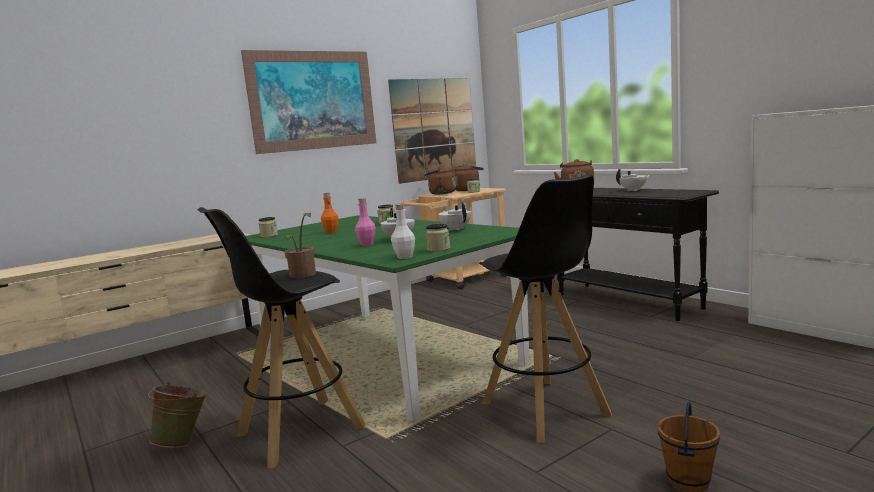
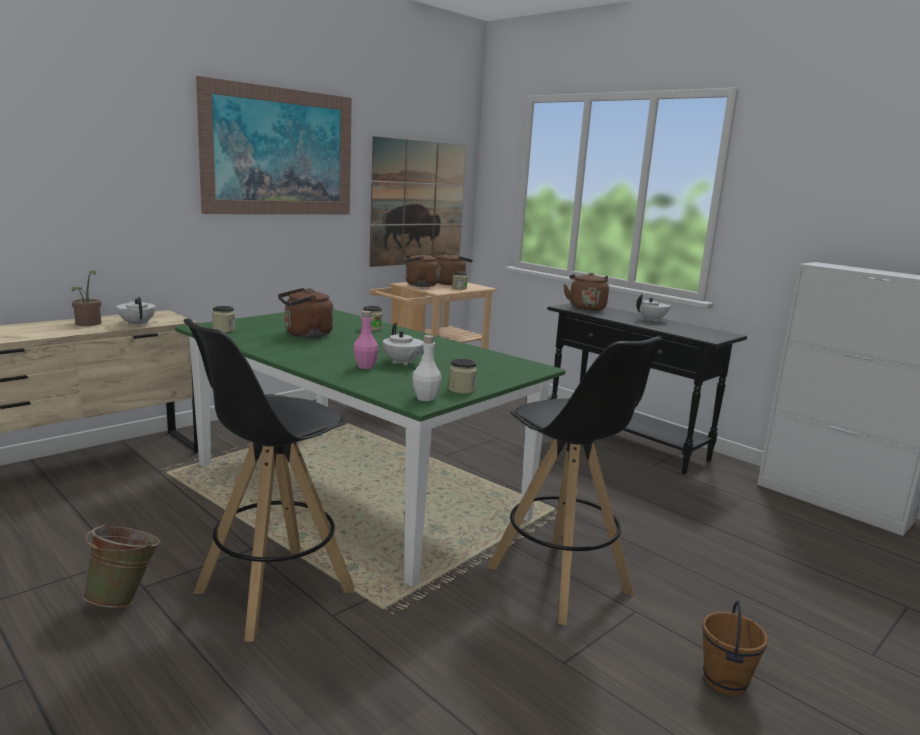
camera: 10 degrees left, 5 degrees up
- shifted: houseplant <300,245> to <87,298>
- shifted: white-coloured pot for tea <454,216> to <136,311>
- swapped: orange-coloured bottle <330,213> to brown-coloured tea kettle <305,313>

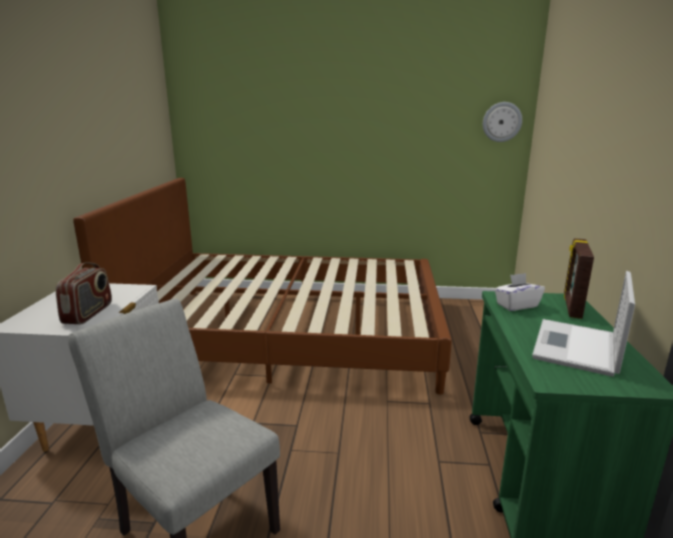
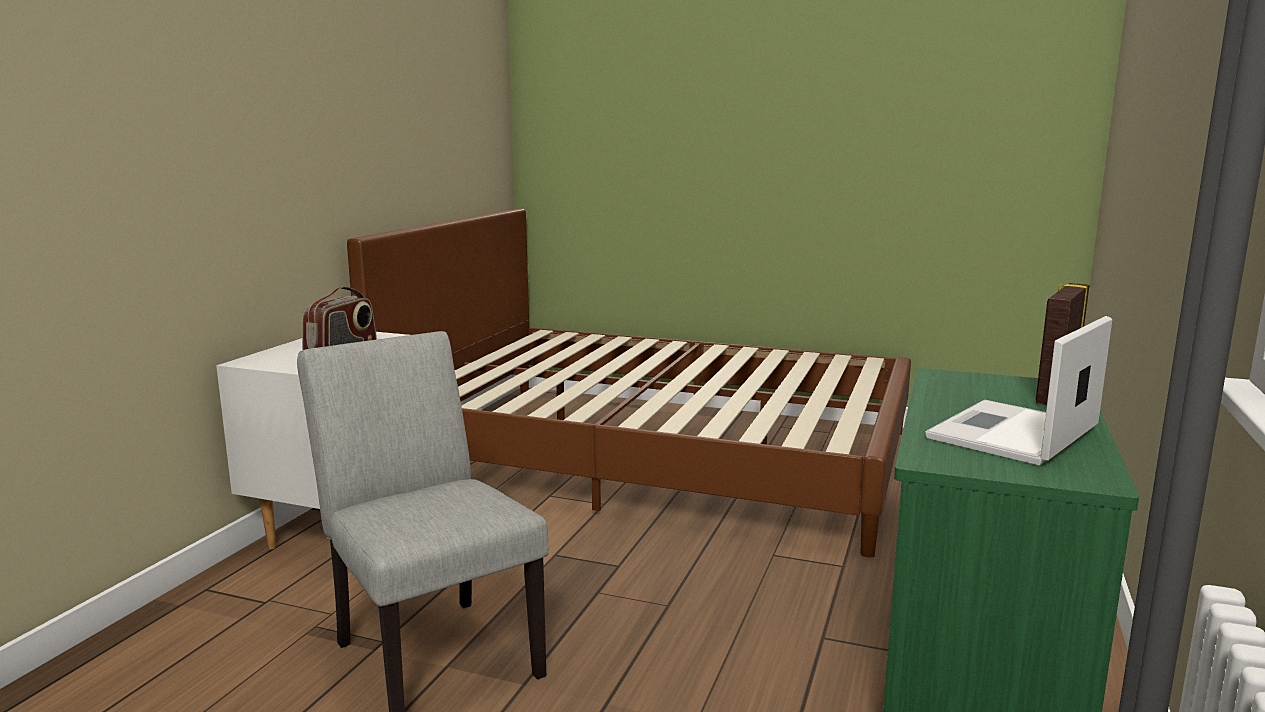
camera: 15 degrees right, 5 degrees down
- gone: clock on the wall <502,122>
- gone: white-coloured box of tissues <519,292>

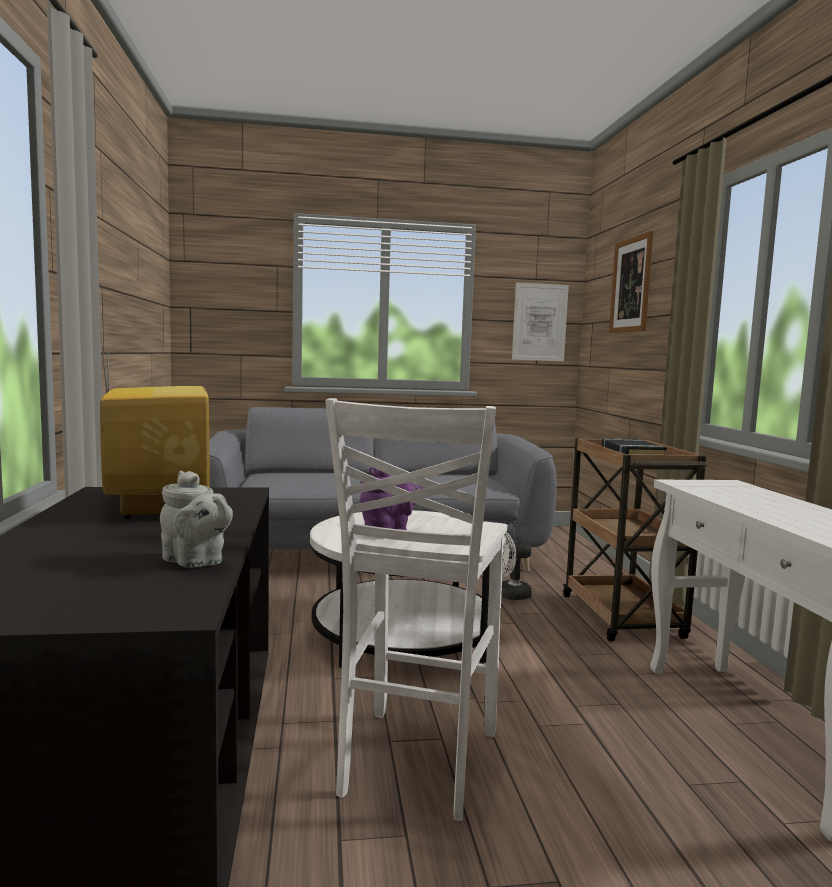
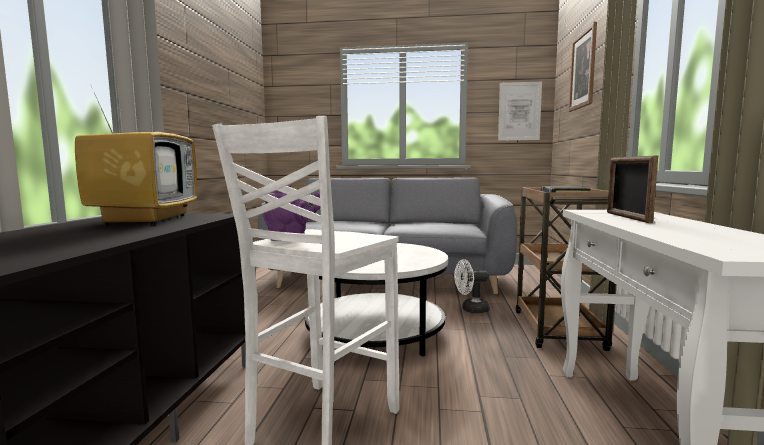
camera: 15 degrees right, 0 degrees up
- new: picture frame <632,189>
- gone: greyish pot for tea <196,519>

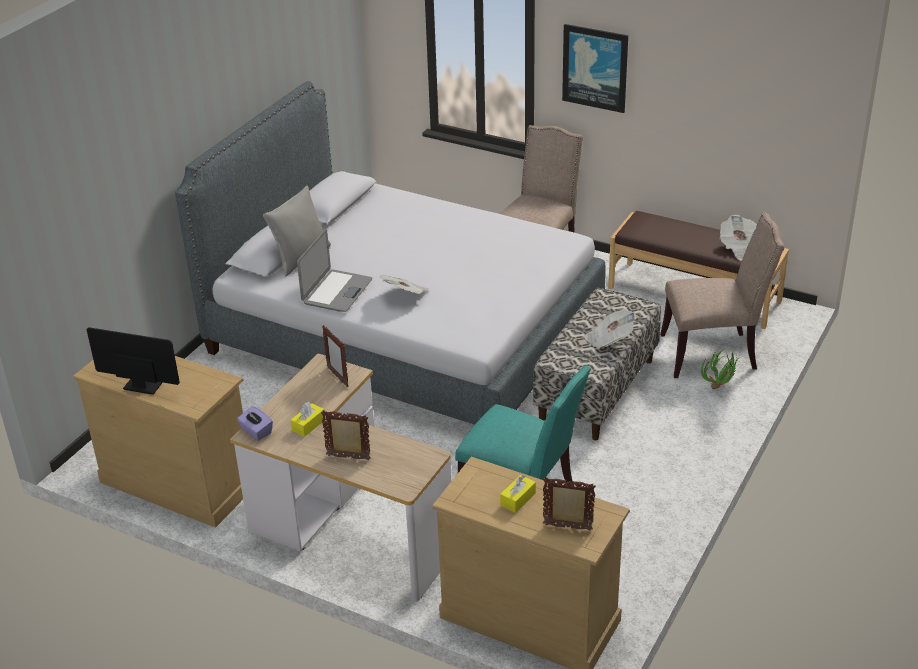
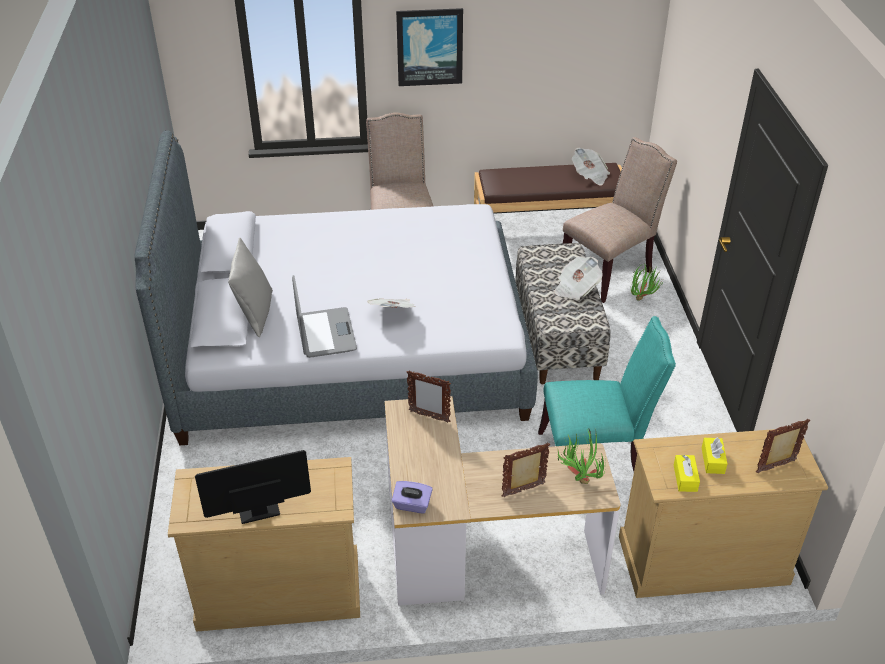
camera: 35 degrees left, 5 degrees up
- new: houseplant <581,456>
- shifted: yellowish box of tissues <307,419> to <687,473>

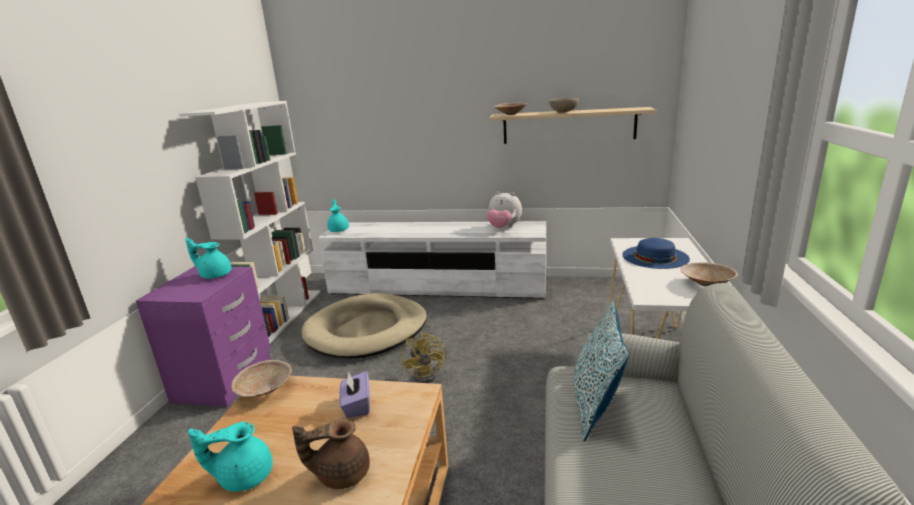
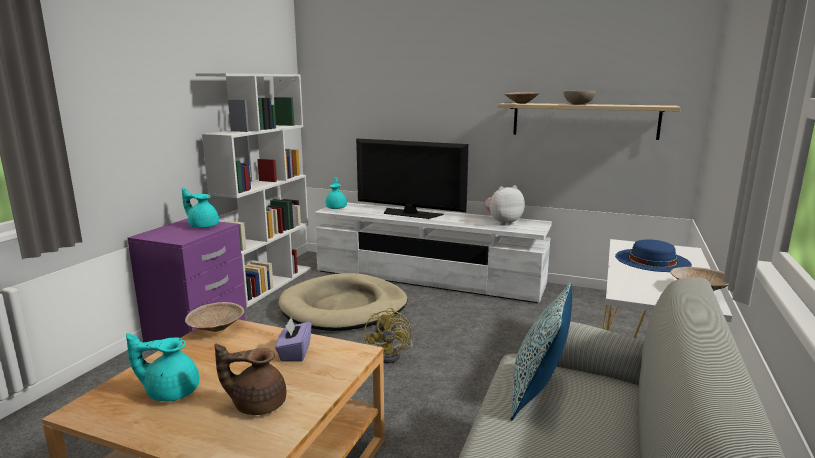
camera: 10 degrees right, 5 degrees down
- new: TV set <412,178>
- rotated: plush toy <504,209> = <505,205> 120 degrees clockwise

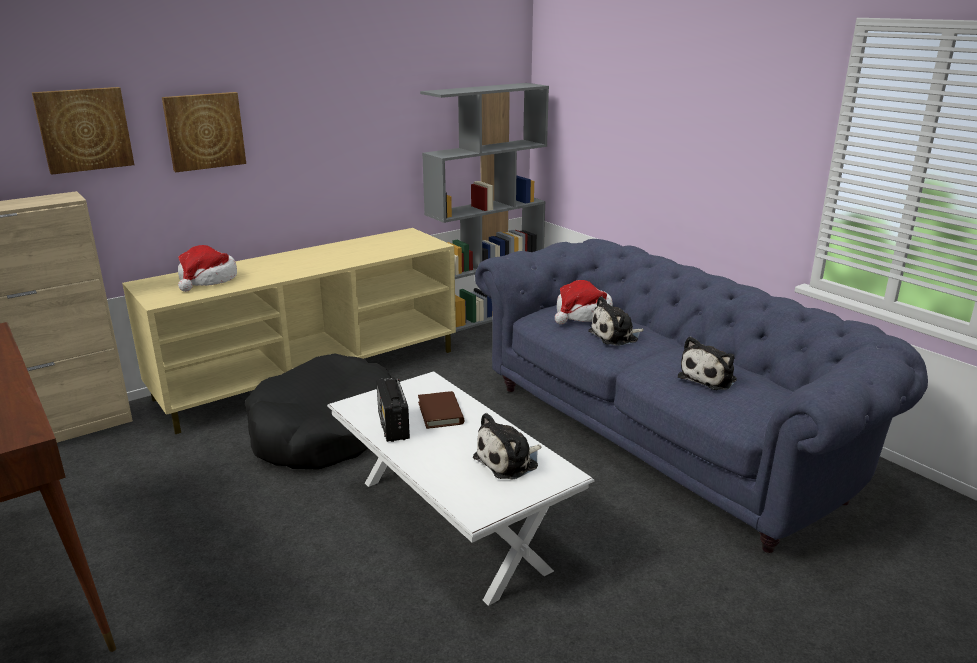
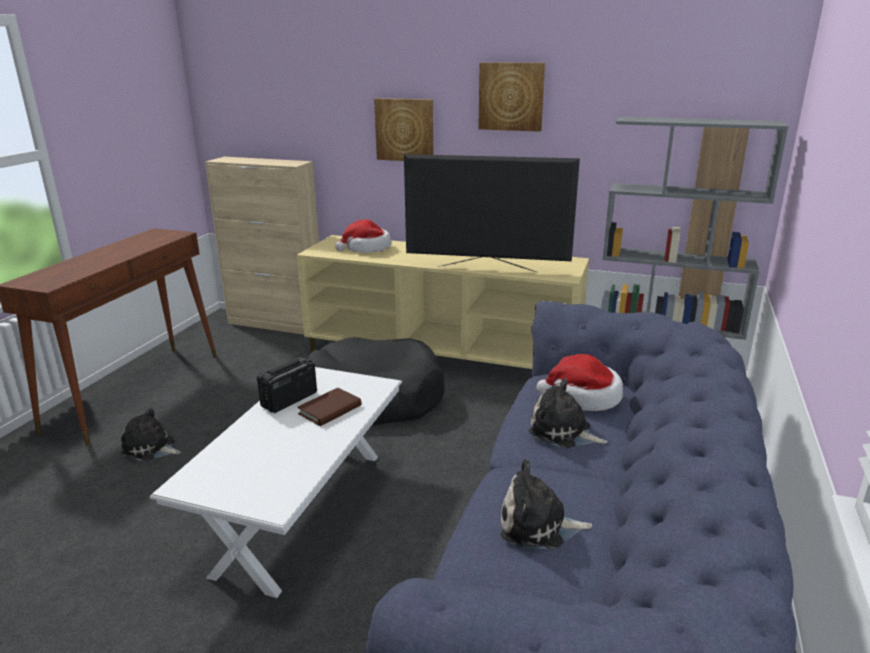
camera: 55 degrees right, 0 degrees up
- shifted: plush toy <507,446> to <151,434>
- new: TV set <492,213>
- shifted: wall picture <83,131> to <511,97>

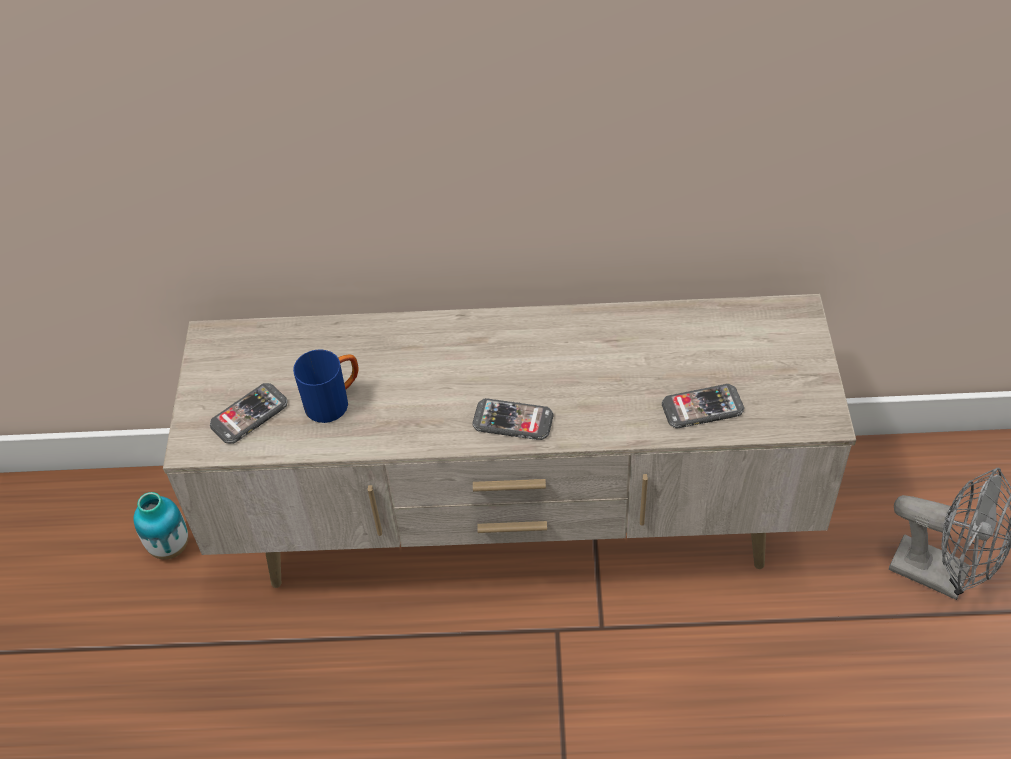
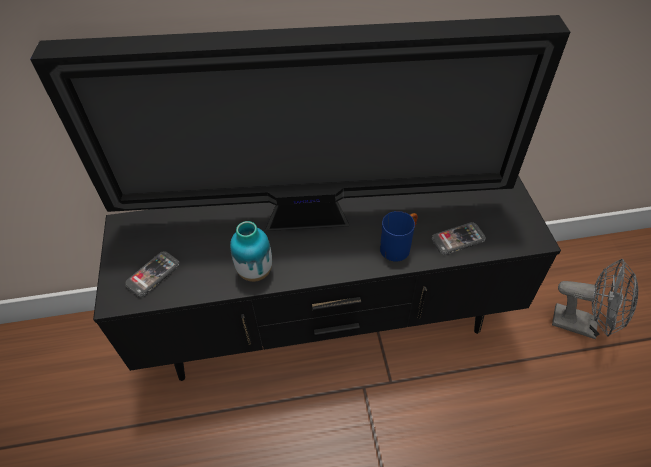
camera: 10 degrees left, 0 degrees up
- new: TV set <300,123>
- repainted: beige-coloured tv unit <509,441> to black tv unit <327,278>
- shifted: flower vase <160,526> to <251,251>
- shifted: blue-coloured coffee mug <326,386> to <398,236>
- gone: phone <512,419>

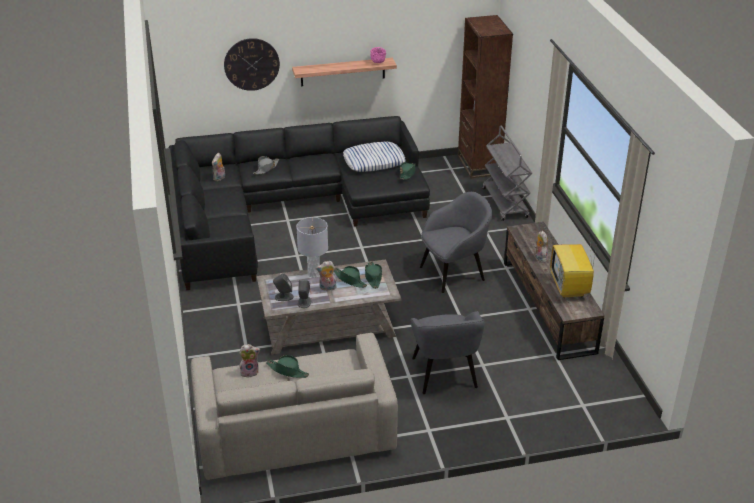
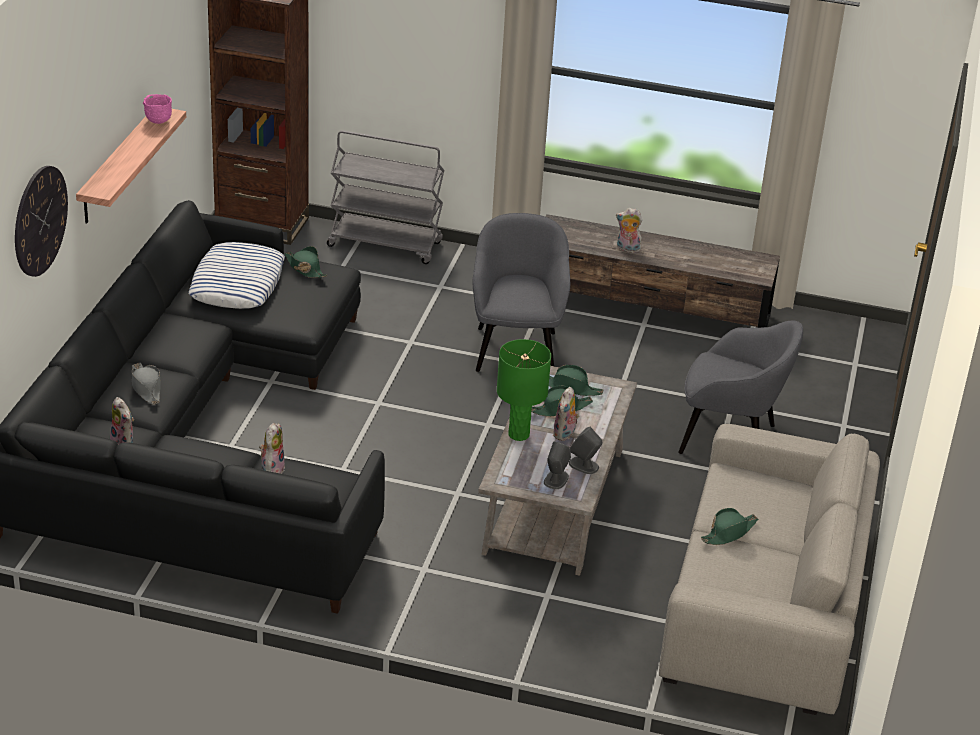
camera: 65 degrees left, 0 degrees up
- shifted: plush toy <249,361> to <272,448>
- repainted: greyish lamp for a table <312,247> to green lamp for a table <524,390>
- gone: TV set <573,271>

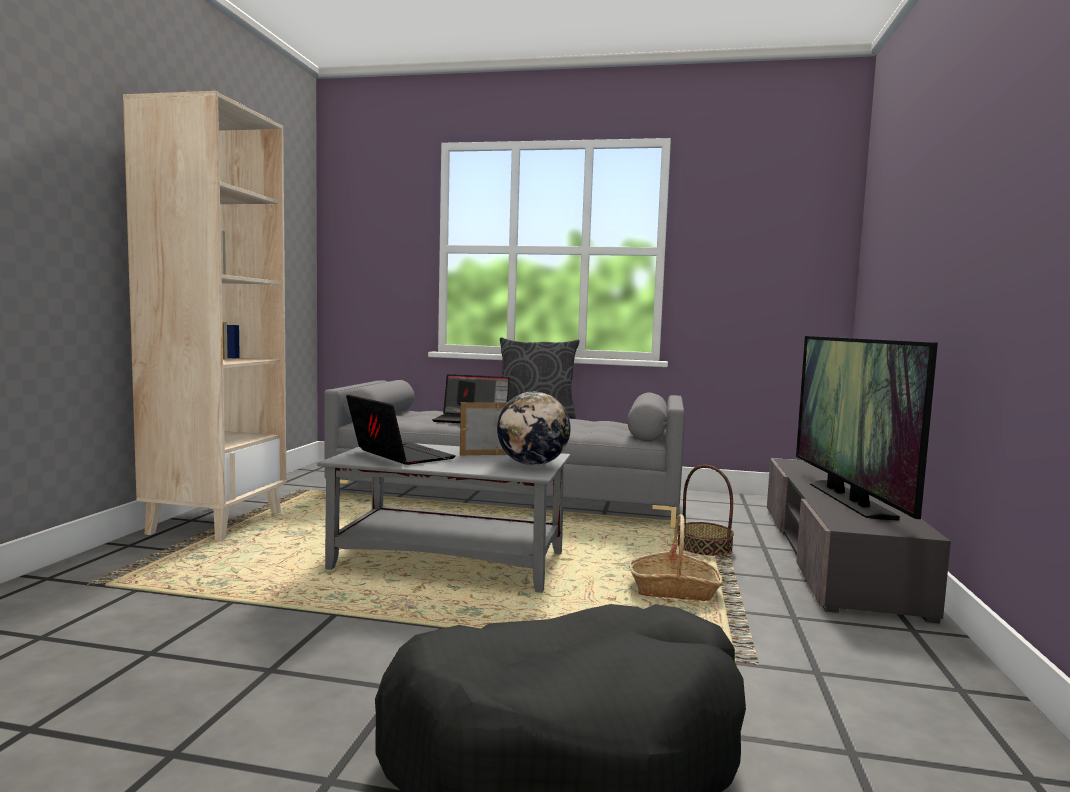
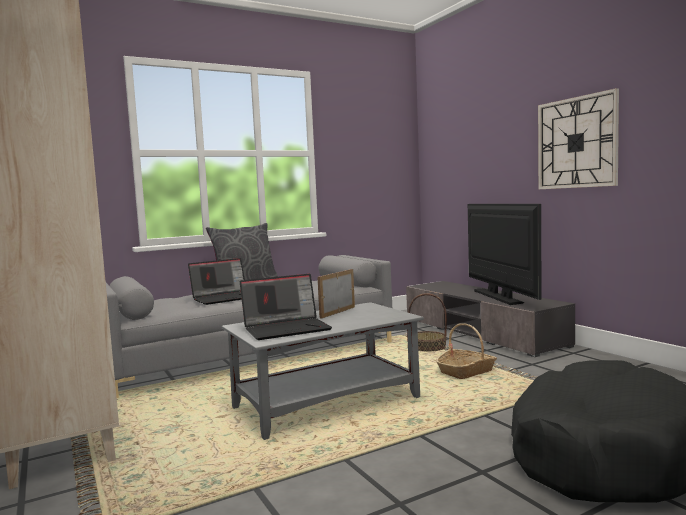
camera: 40 degrees left, 0 degrees up
- rotated: portable computer <401,429> = <286,307> 150 degrees clockwise
- rotated: TV set <867,428> = <505,254> 150 degrees counterclockwise
- new: clock on the wall <578,138>
- gone: desk globe <534,428>

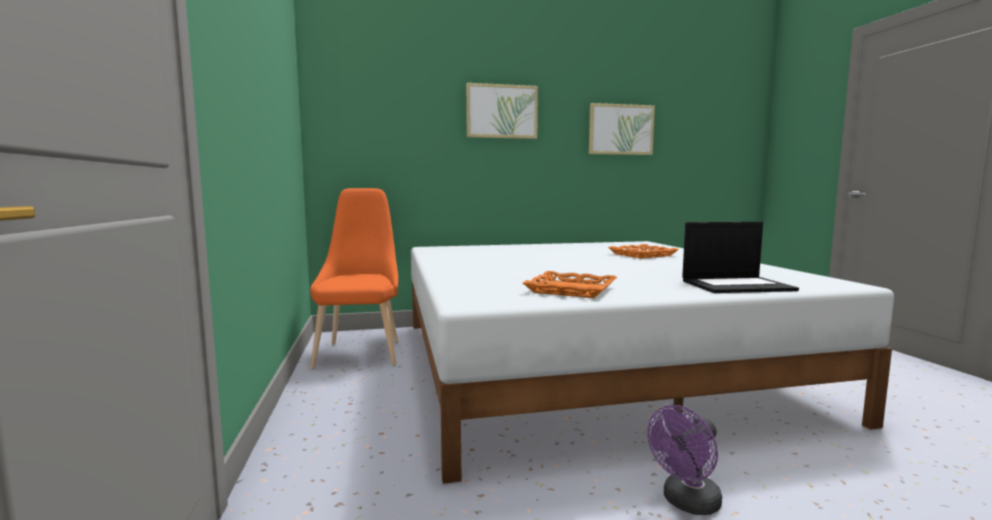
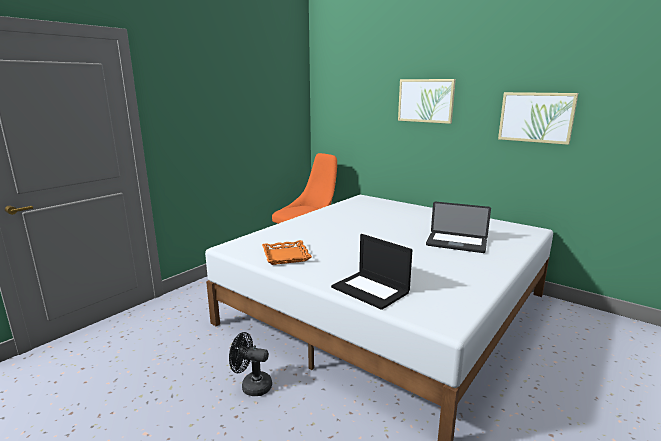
camera: 50 degrees right, 10 degrees up
- repainted: purplish electric fan <684,460> to black electric fan <250,364>
- swapped: orange-coloured serving tray <643,251> to portable computer <458,227>

